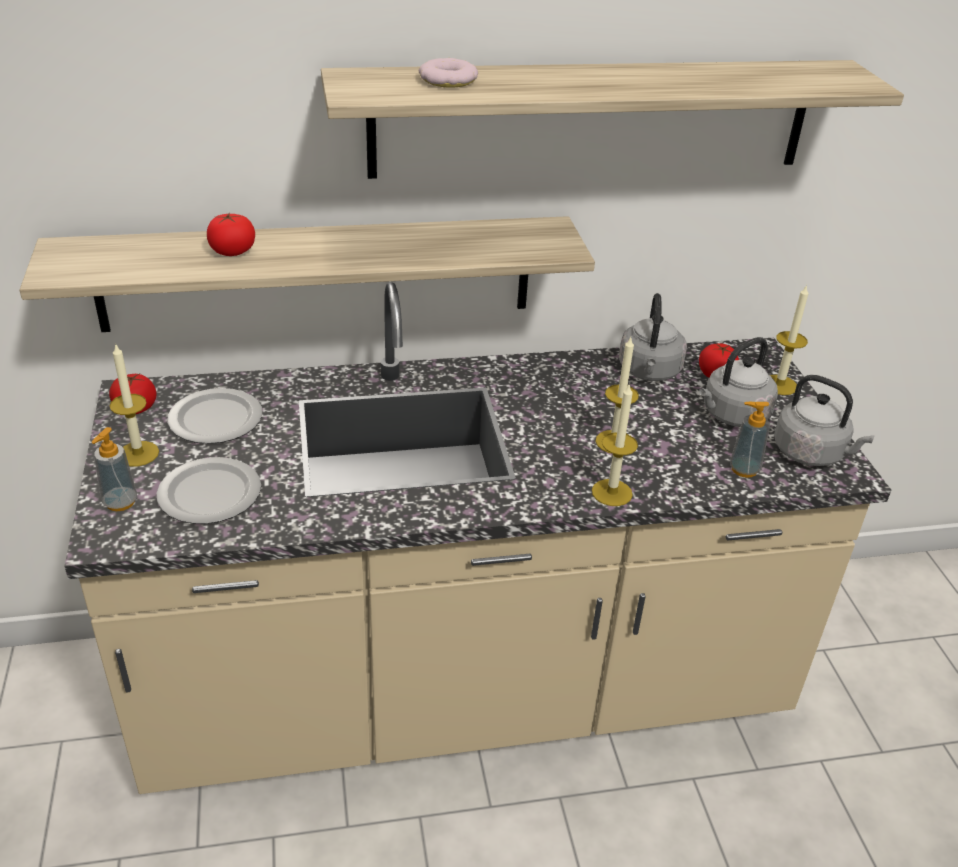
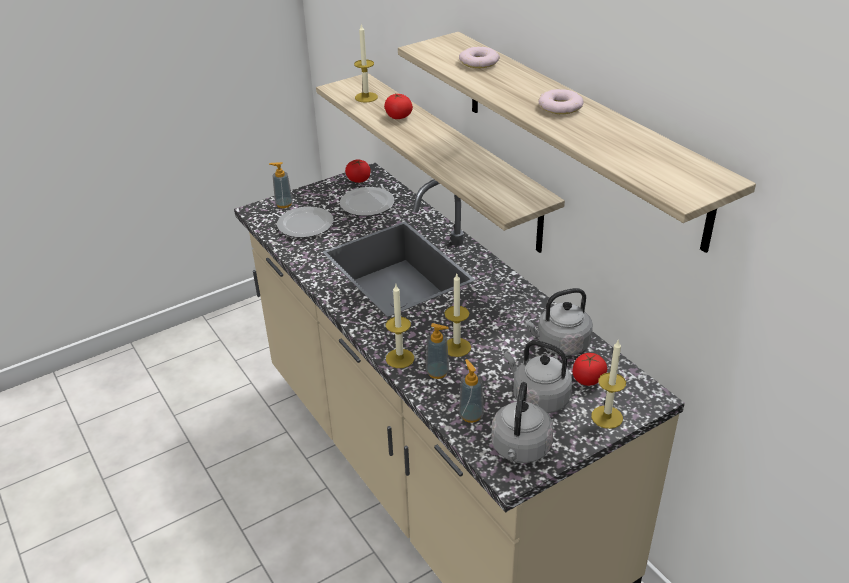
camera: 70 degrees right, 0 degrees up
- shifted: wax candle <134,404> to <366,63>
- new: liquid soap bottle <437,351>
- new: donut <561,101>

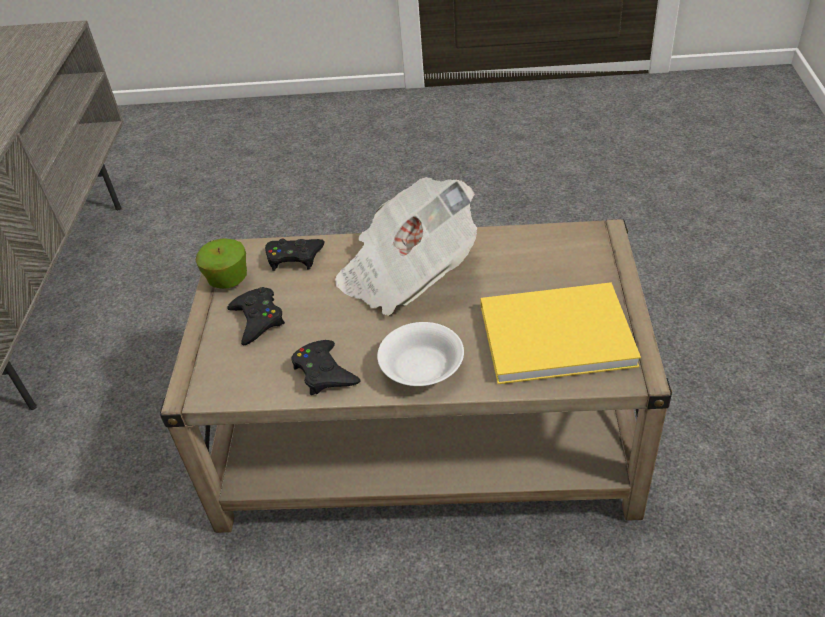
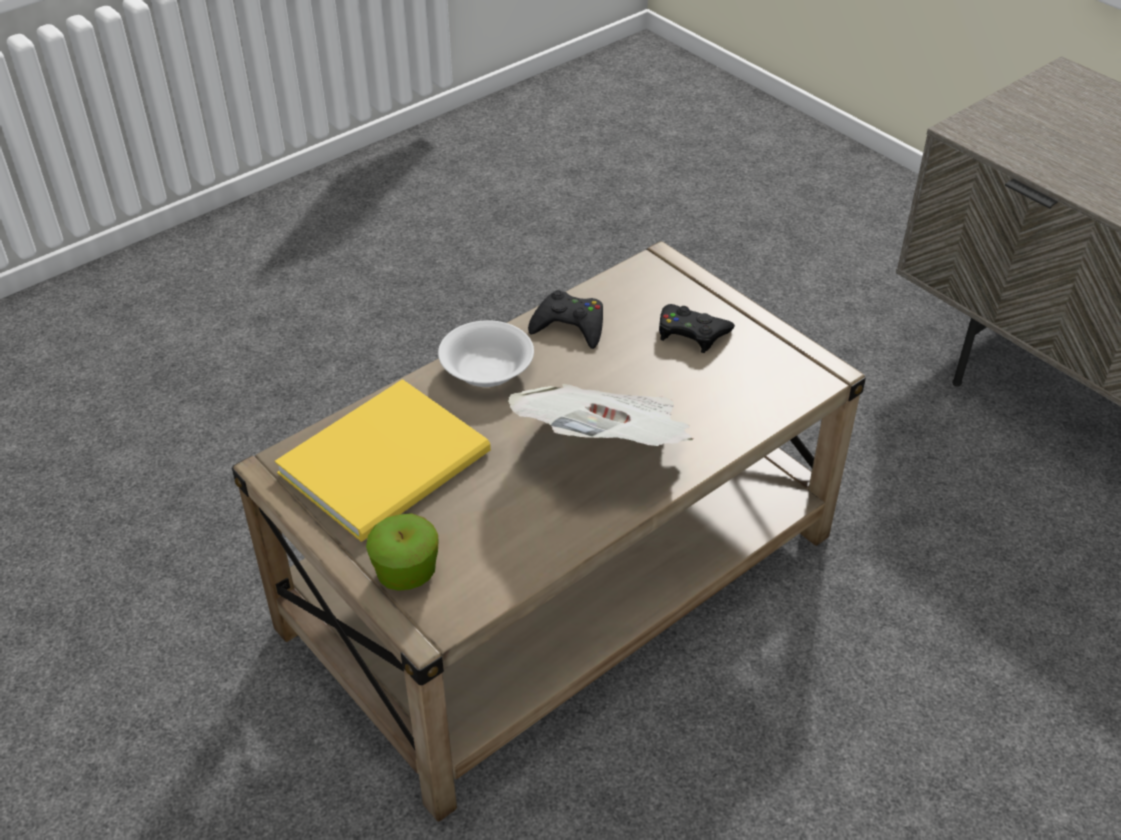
camera: 135 degrees right, 0 degrees up
- shifted: apple fruit <221,263> to <402,552>
- gone: black joypad <294,255>

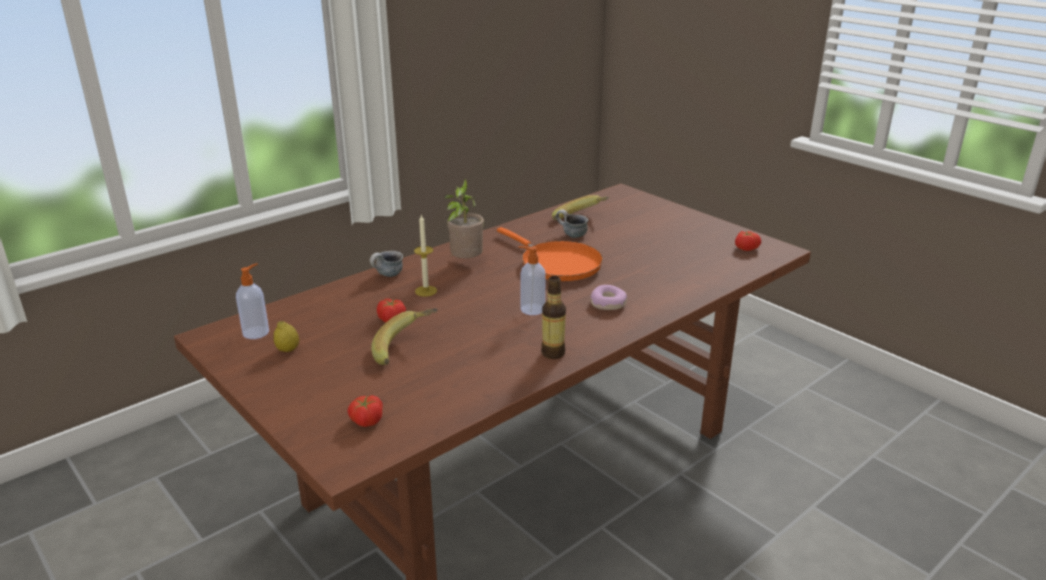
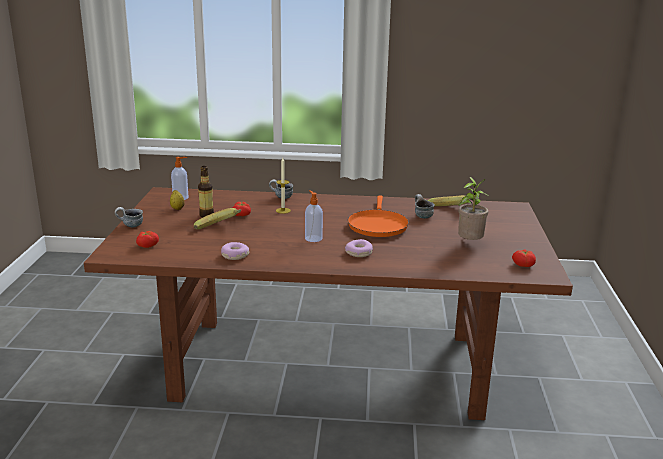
camera: 45 degrees right, 5 degrees down
- new: coffee mug <129,217>
- shifted: bottle <553,317> to <206,192>
- new: donut <235,251>
- shifted: houseplant <464,218> to <473,208>

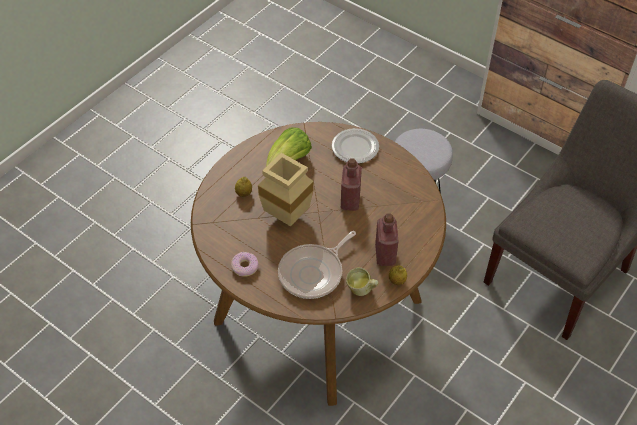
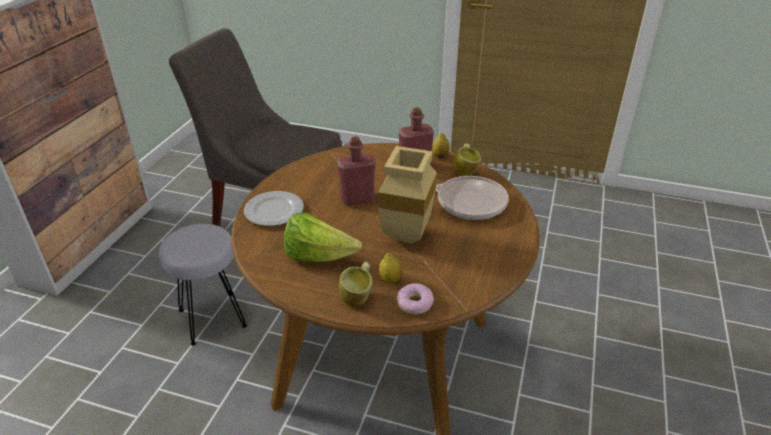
camera: 110 degrees left, 15 degrees down
- new: coffee mug <355,284>
- shifted: donut <245,264> to <415,298>

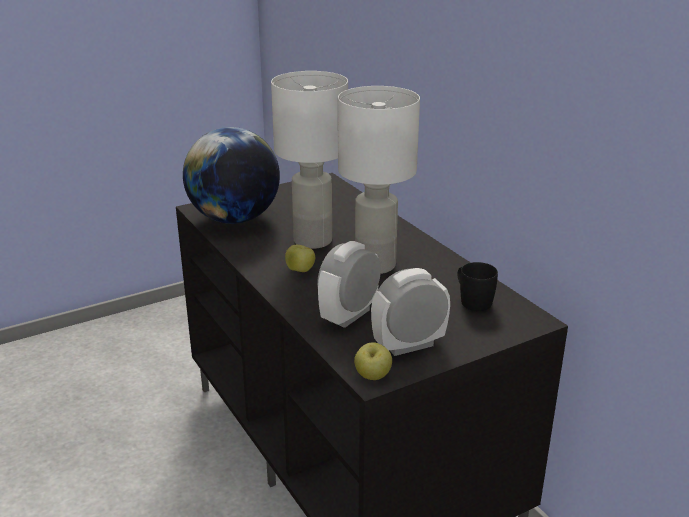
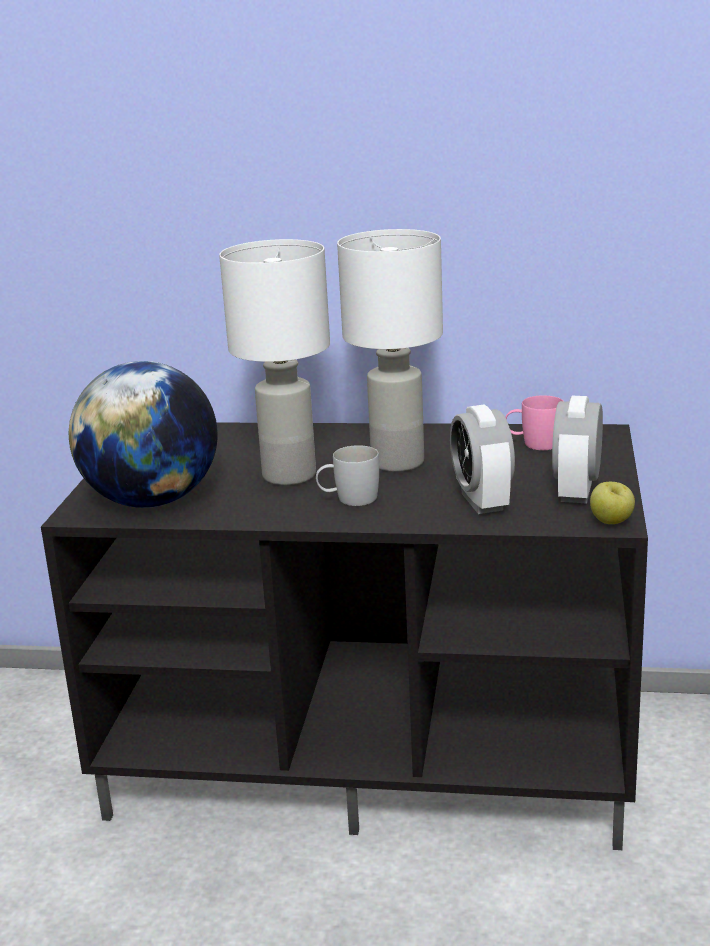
camera: 50 degrees left, 5 degrees down
- swapped: apple fruit <300,258> to white-coloured coffee mug <347,475>
- repainted: black coffee mug <478,286> to pinkish coffee mug <534,422>

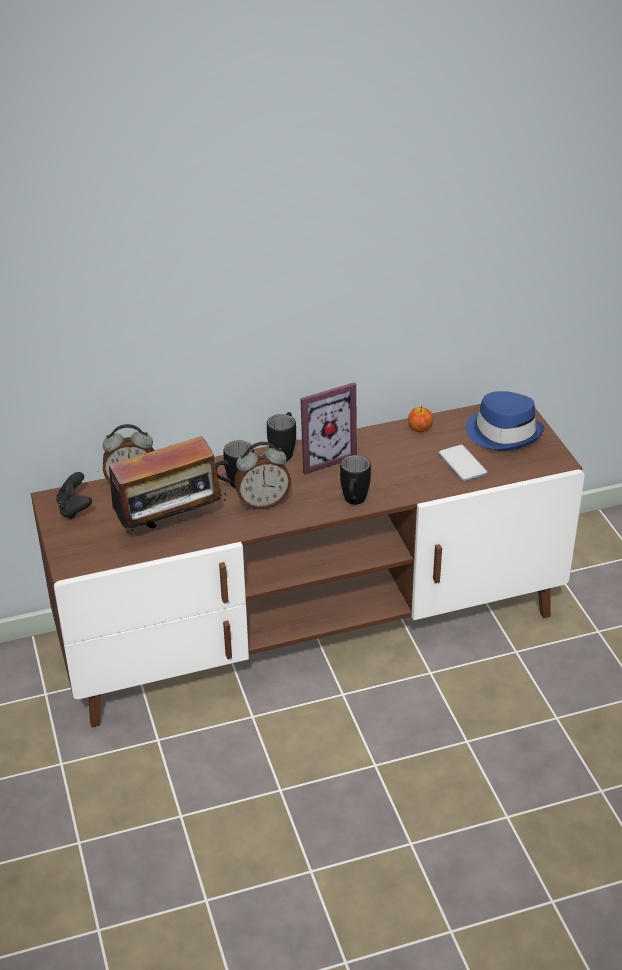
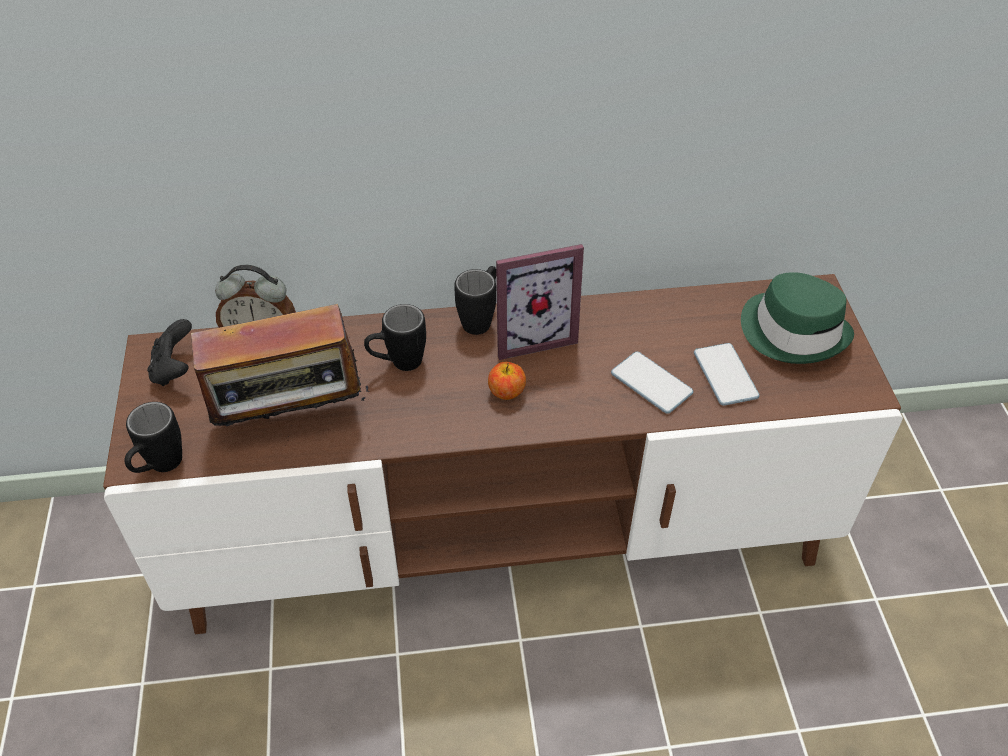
camera: 10 degrees right, 10 degrees up
- shifted: black coffee mug <355,480> to <153,437>
- shifted: apple fruit <420,419> to <507,381>
- new: phone <652,383>
- repainted: blue-coloured wearable hat <505,421> to green wearable hat <797,318>
- gone: table clock <262,475>

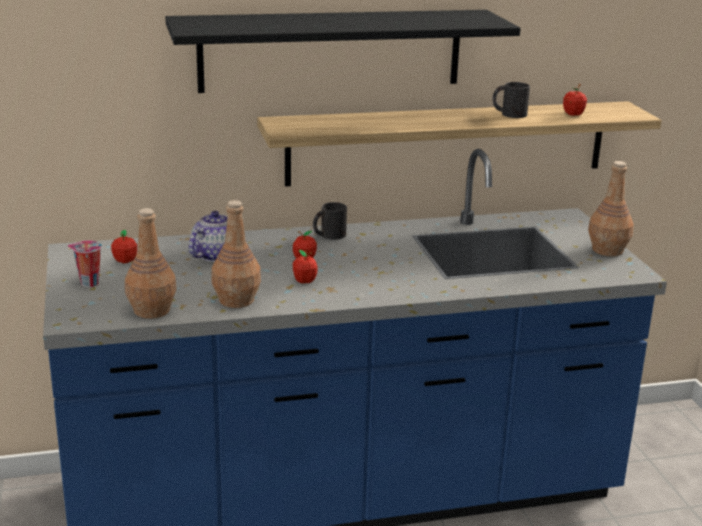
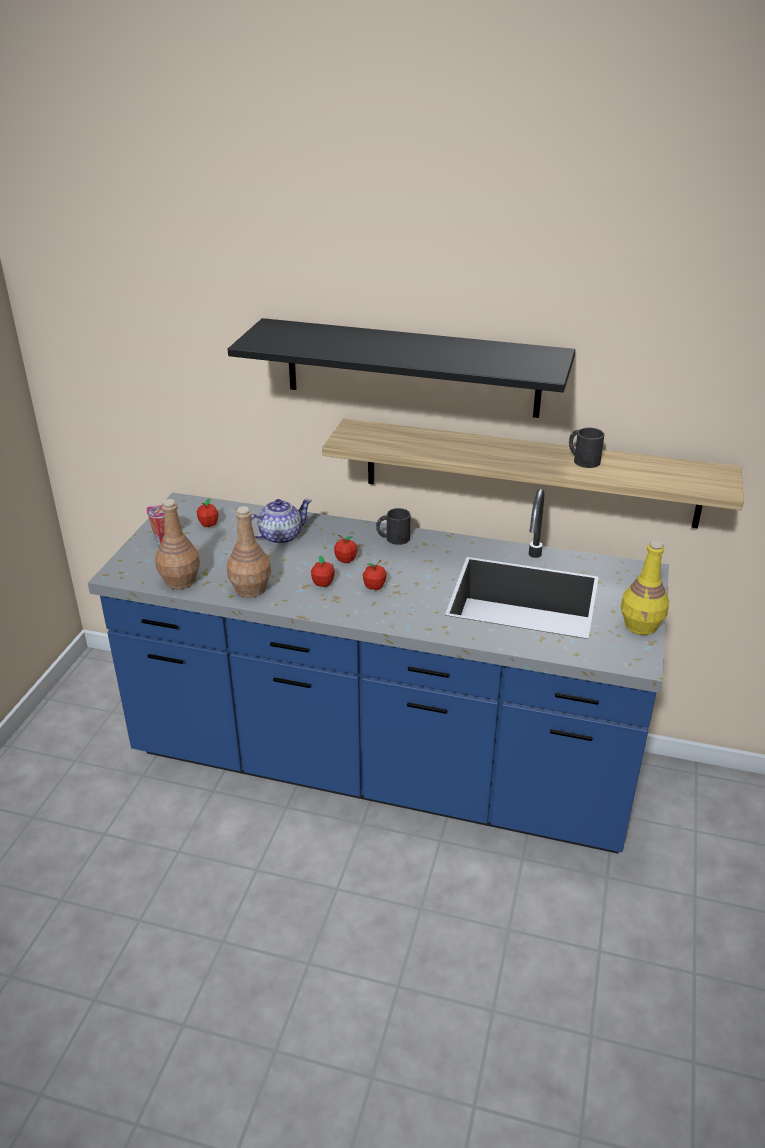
camera: 30 degrees right, 10 degrees up
- shifted: apple fruit <575,100> to <374,575>
- repainted: brown-coloured bottle <611,208> to yellowish bottle <645,587>

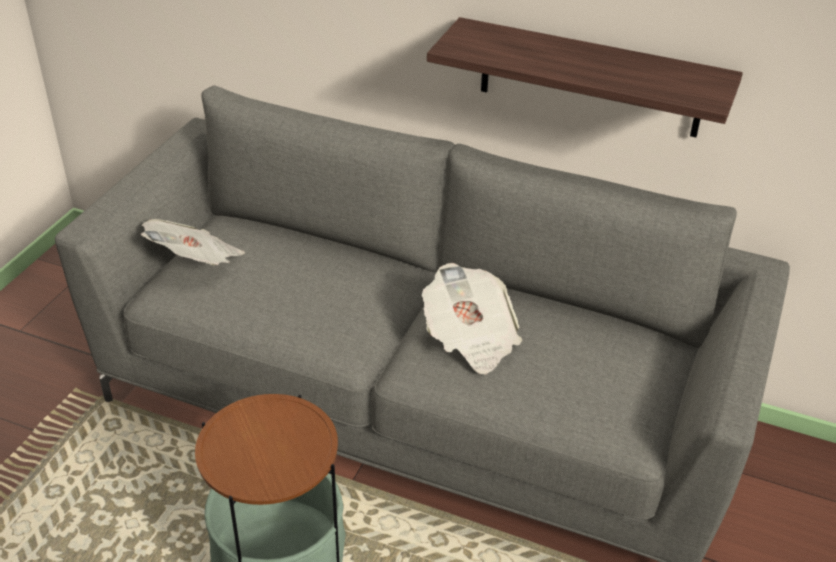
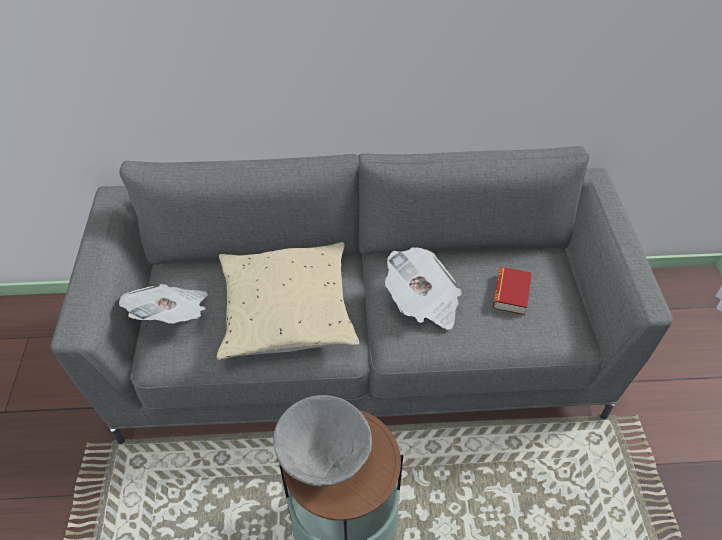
camera: 25 degrees left, 10 degrees up
- new: beige-coloured cushion <288,301>
- new: greyish deep dish <322,441>
- new: bound book <512,291>
- gone: shelf <585,77>

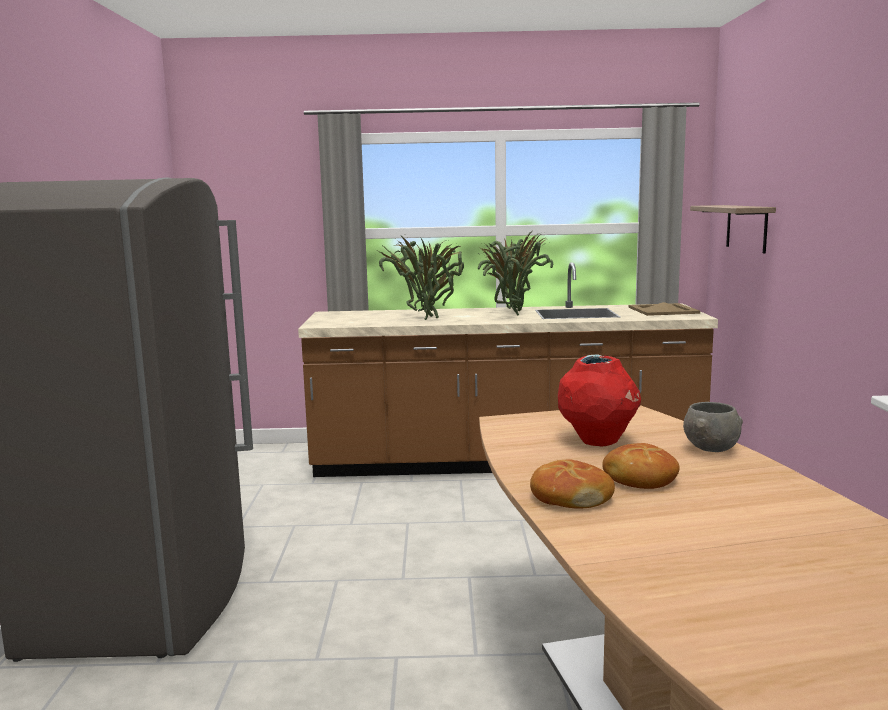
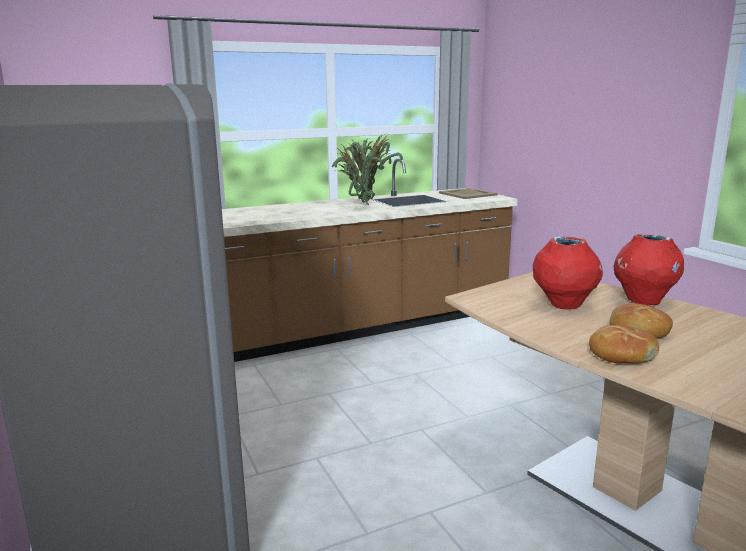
camera: 25 degrees left, 5 degrees up
- swapped: greyish deep dish <713,427> to reddish flower vase <648,270>
- gone: houseplant <420,277>
- gone: shelf <733,229>

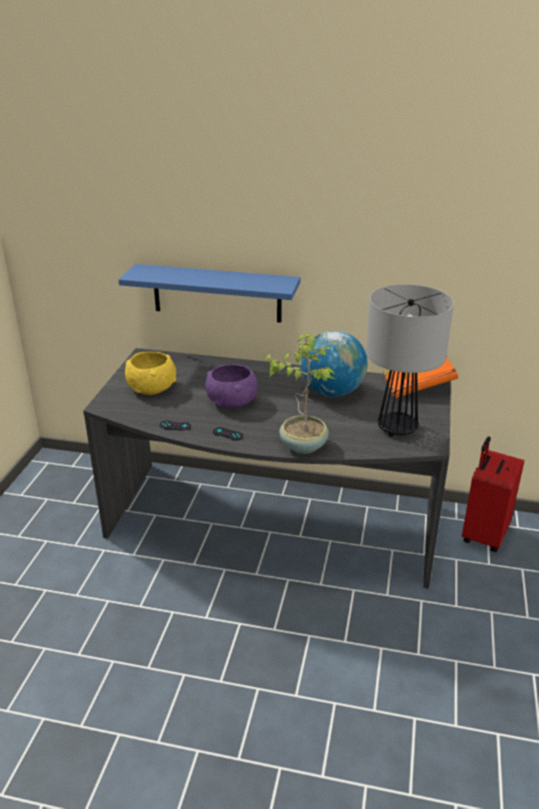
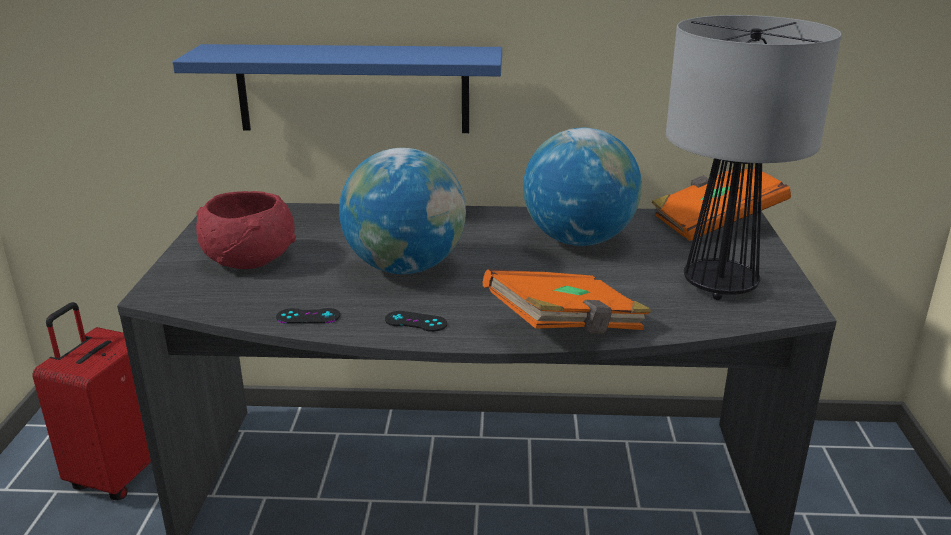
camera: 10 degrees left, 5 degrees down
- shifted: reddish piece of luggage <493,494> to <92,401>
- repainted: yellowish deep dish <150,373> to reddish deep dish <246,230>
- swapped: purplish deep dish <231,386> to desk globe <402,211>
- swapped: houseplant <300,393> to orange-coloured bound book <567,301>

